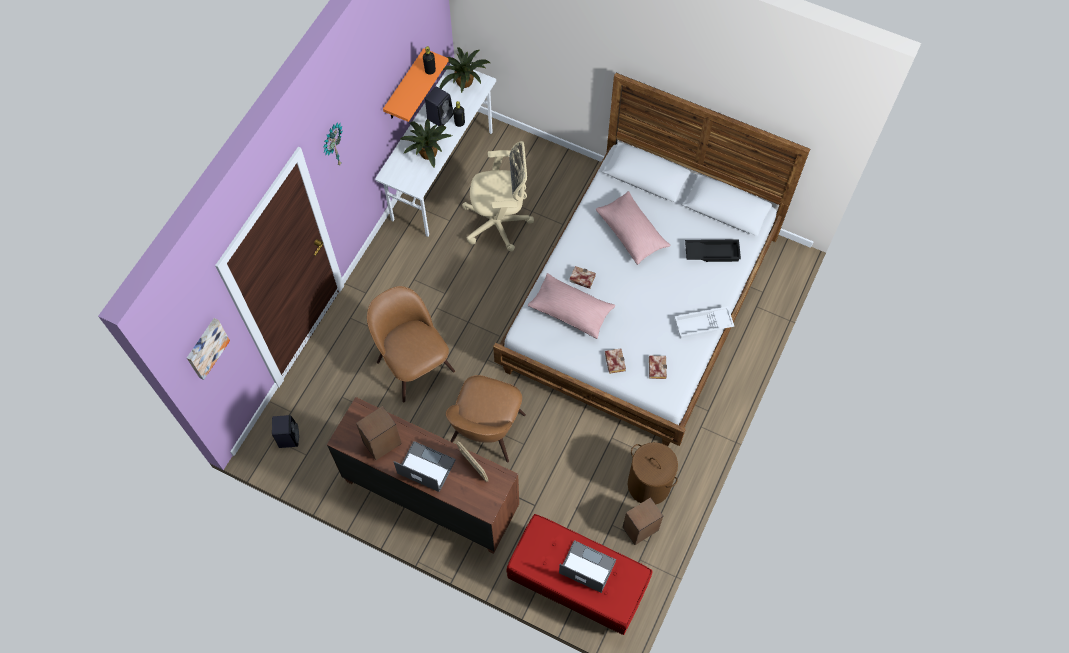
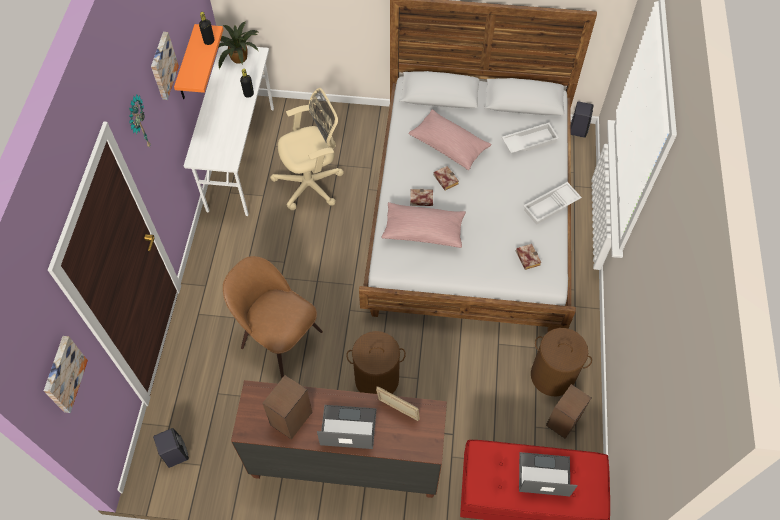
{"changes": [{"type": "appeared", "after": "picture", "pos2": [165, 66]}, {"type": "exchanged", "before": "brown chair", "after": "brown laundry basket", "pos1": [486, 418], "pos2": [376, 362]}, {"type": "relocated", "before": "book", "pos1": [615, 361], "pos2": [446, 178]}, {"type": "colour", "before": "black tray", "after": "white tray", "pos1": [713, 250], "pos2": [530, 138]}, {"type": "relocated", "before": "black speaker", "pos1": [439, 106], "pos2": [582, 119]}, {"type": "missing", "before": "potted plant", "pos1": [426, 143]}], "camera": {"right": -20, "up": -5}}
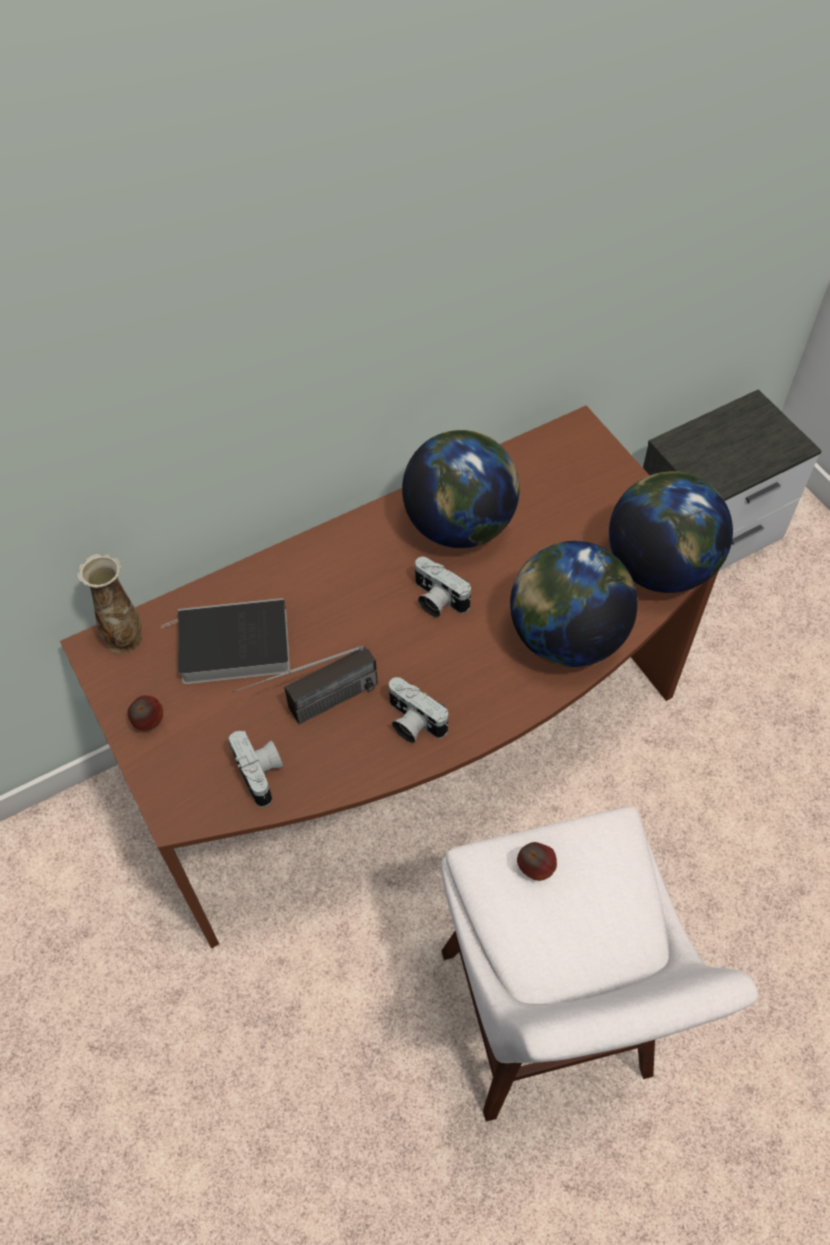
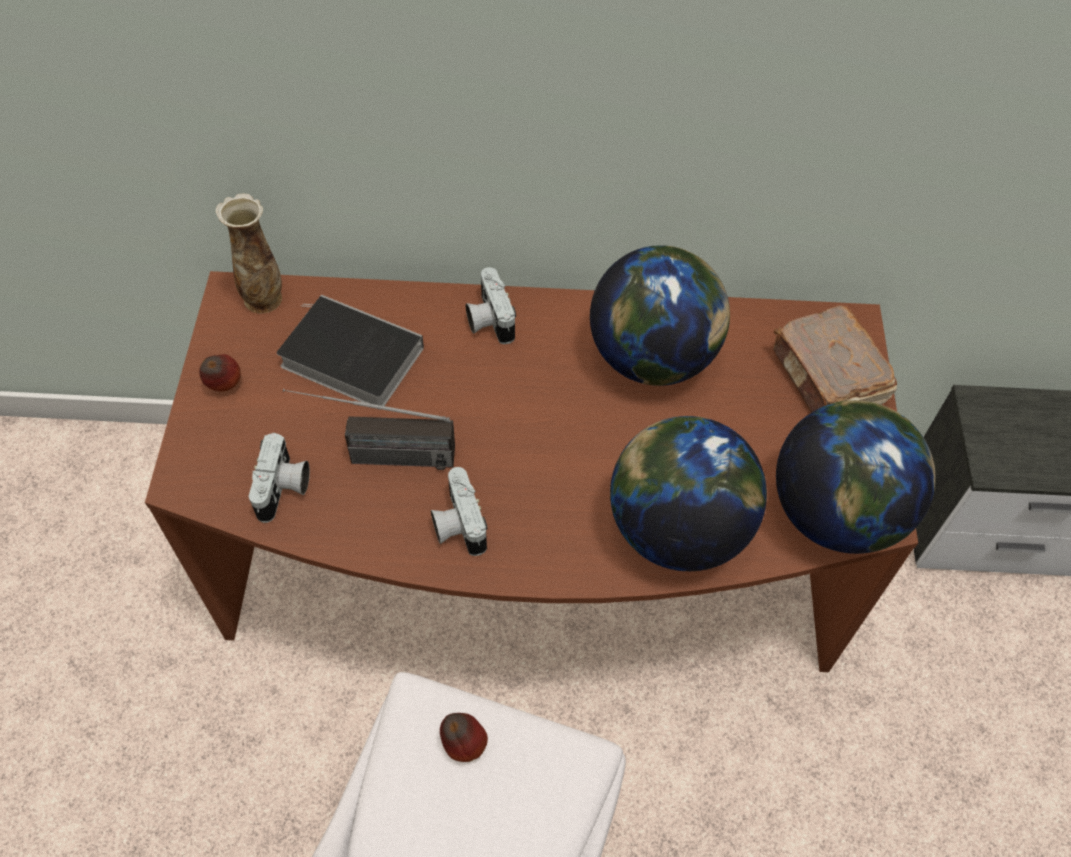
{"changes": [{"type": "relocated", "before": "photo camera", "pos1": [443, 587], "pos2": [491, 305]}, {"type": "appeared", "after": "brown book", "pos2": [835, 358]}], "camera": {"right": 30, "up": 0}}
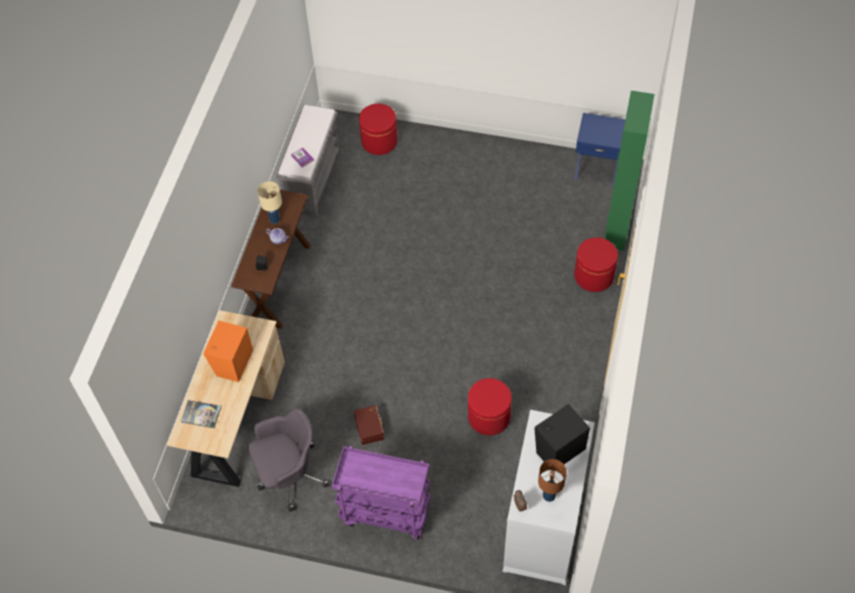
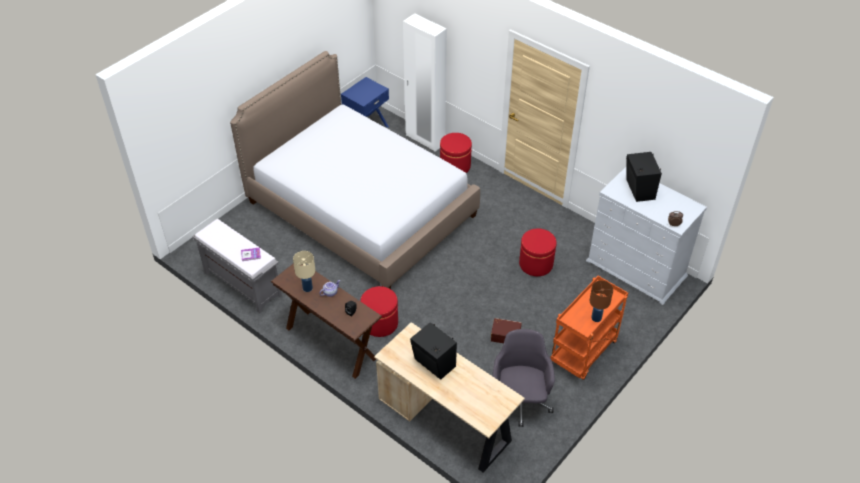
{"changes": [{"type": "appeared", "after": "bed", "pos2": [355, 170]}, {"type": "relocated", "before": "red ottoman", "pos1": [378, 129], "pos2": [379, 311]}, {"type": "colour", "before": "green wardrobe", "after": "white wardrobe", "pos1": [629, 171], "pos2": [425, 82]}, {"type": "colour", "before": "orange speaker", "after": "black speaker", "pos1": [228, 351], "pos2": [433, 351]}, {"type": "colour", "before": "purple cart", "after": "orange cart", "pos1": [381, 493], "pos2": [589, 328]}, {"type": "relocated", "before": "brown table lamp", "pos1": [552, 480], "pos2": [601, 301]}, {"type": "missing", "before": "book", "pos1": [201, 414]}], "camera": {"right": -65, "up": -10}}
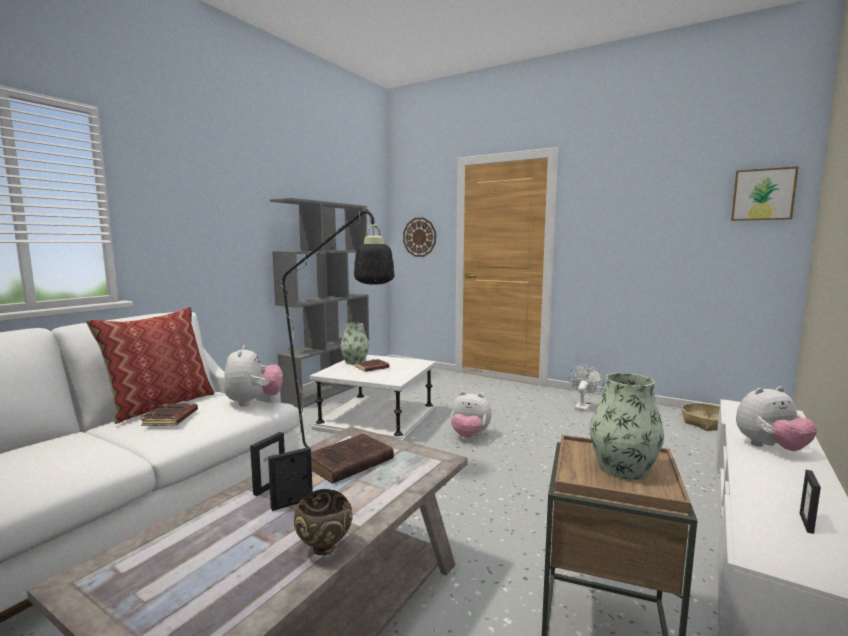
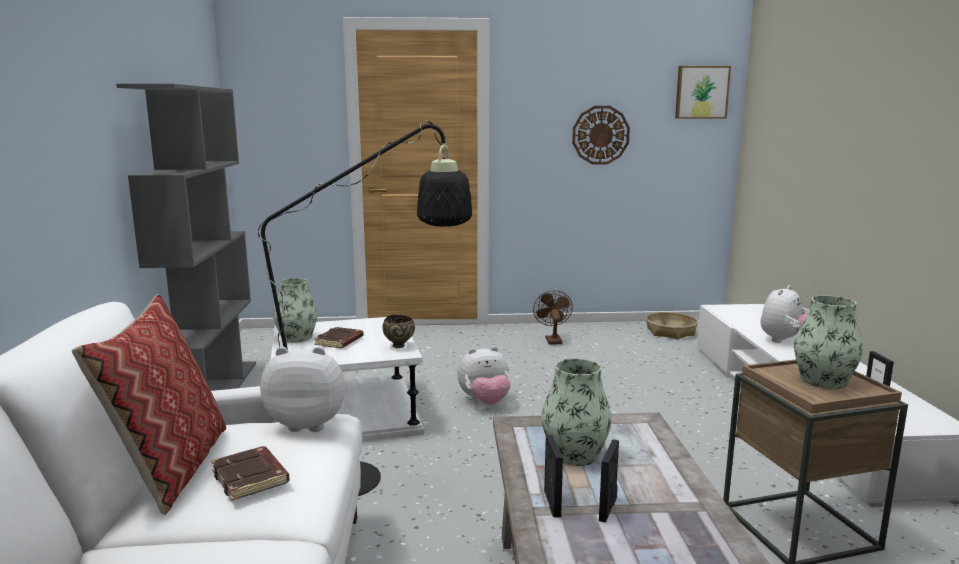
{"changes": [{"type": "spun", "before": "plush toy", "pos1": [253, 375], "pos2": [302, 389], "turn": -45}, {"type": "relocated", "before": "brown bowl", "pos1": [323, 522], "pos2": [398, 331]}, {"type": "colour", "before": "white fan", "after": "brown fan", "pos1": [586, 388], "pos2": [553, 317]}, {"type": "exchanged", "before": "brown book", "after": "vase", "pos1": [352, 459], "pos2": [576, 412]}, {"type": "relocated", "before": "wall clock", "pos1": [419, 237], "pos2": [601, 135]}], "camera": {"right": -35, "up": 5}}
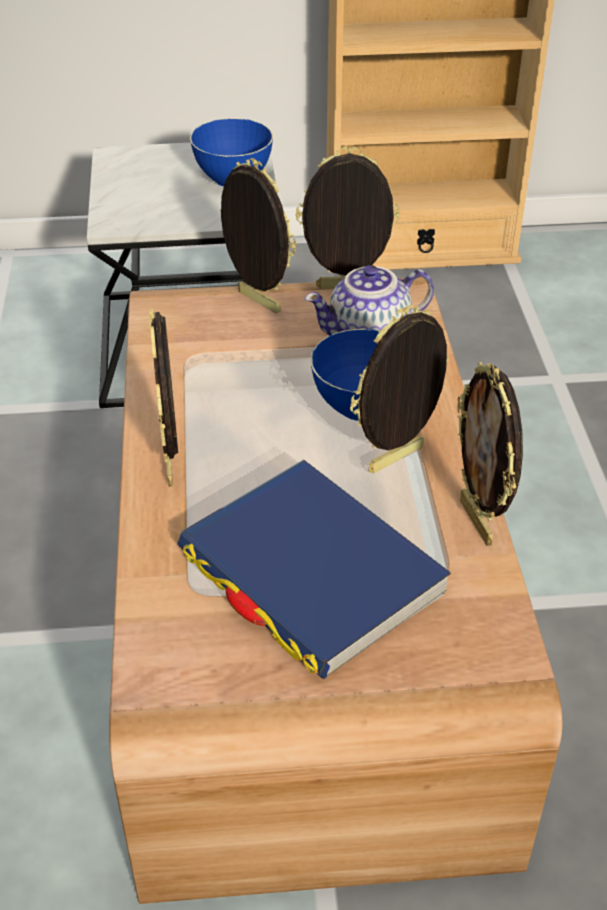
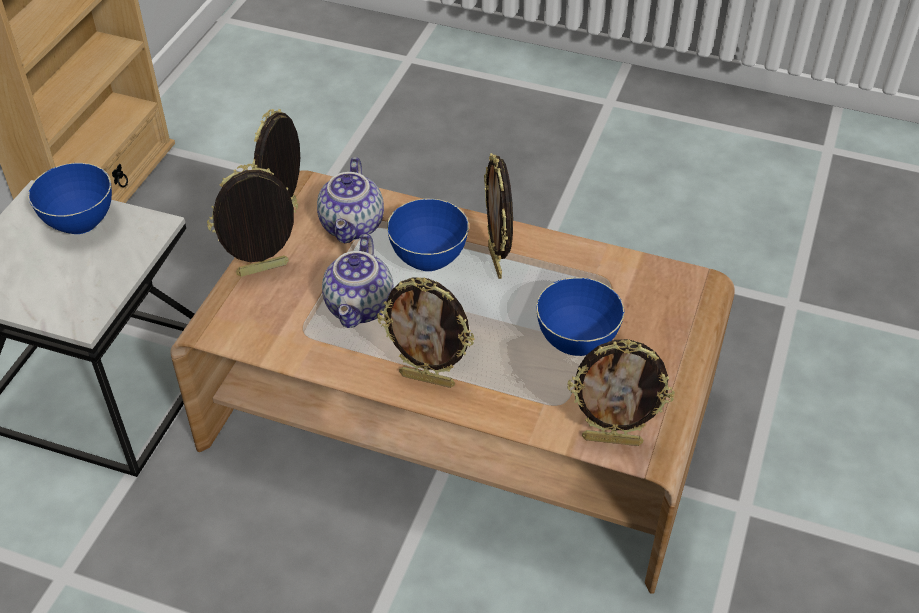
{"changes": [{"type": "appeared", "after": "teapot", "pos2": [358, 281]}, {"type": "exchanged", "before": "blue book", "after": "blue bowl", "pos1": [314, 569], "pos2": [580, 316]}, {"type": "relocated", "before": "picture frame", "pos1": [490, 454], "pos2": [621, 392]}], "camera": {"right": -65, "up": 5}}
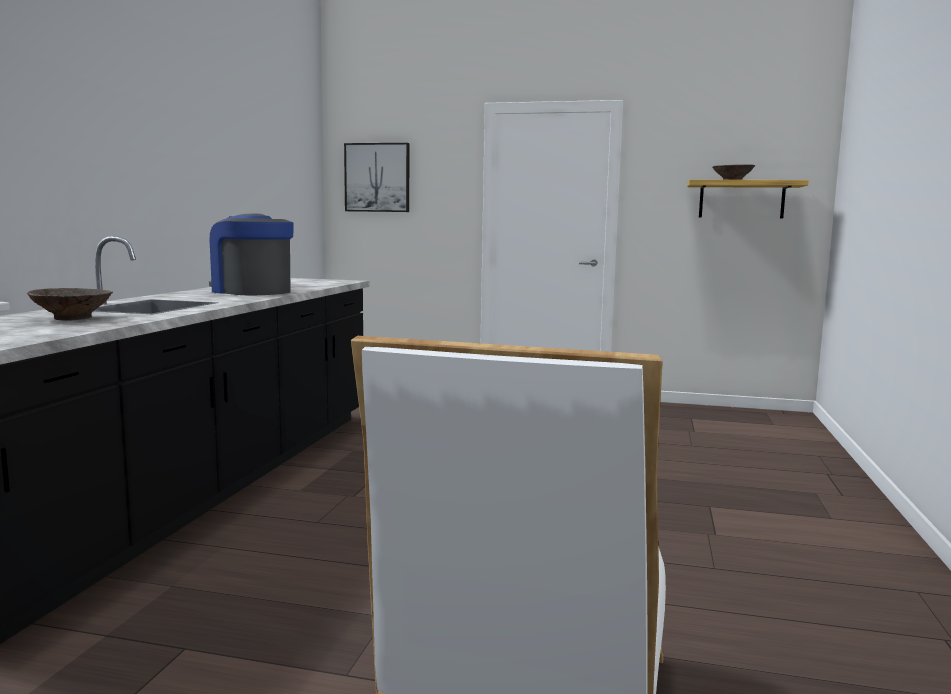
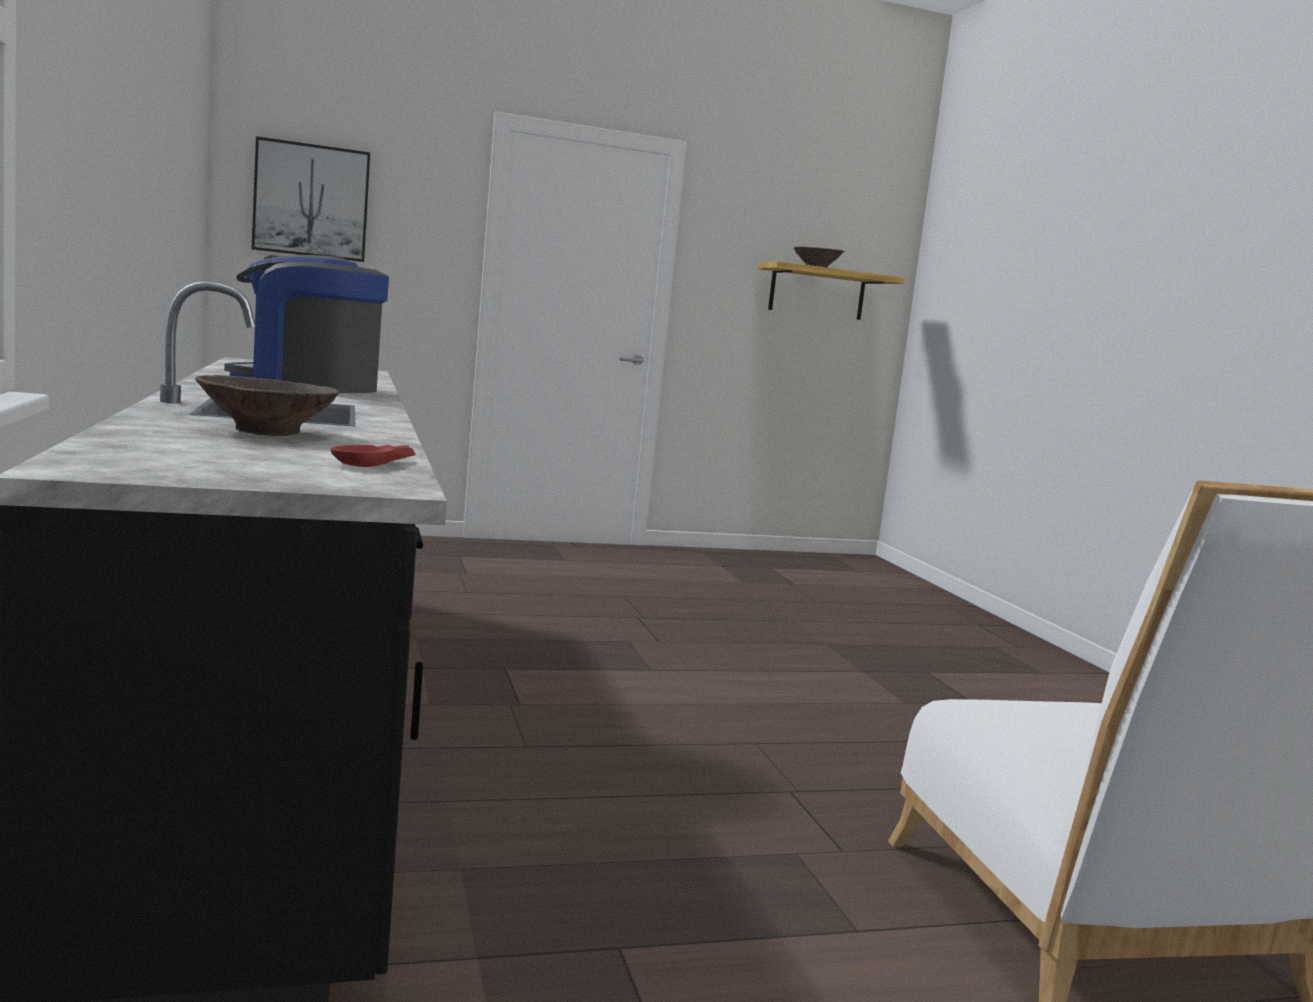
{"changes": [{"type": "appeared", "after": "red bowl", "pos2": [373, 456]}], "camera": {"right": -30, "up": 0}}
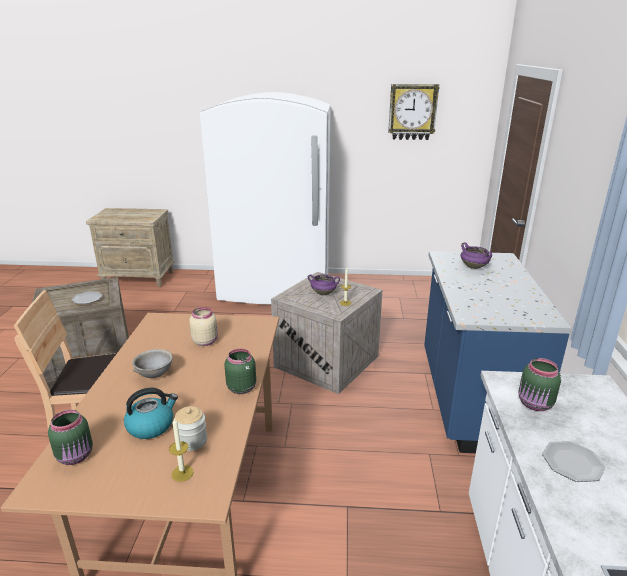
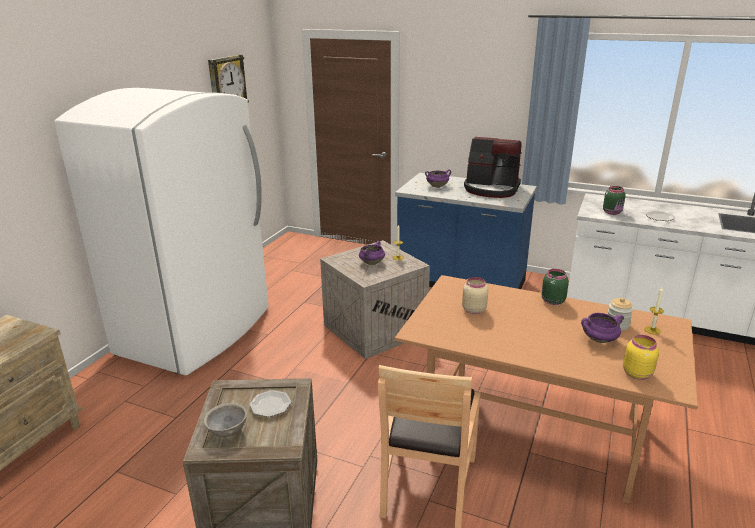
{"changes": [{"type": "relocated", "before": "grey bowl", "pos1": [152, 363], "pos2": [225, 420]}, {"type": "appeared", "after": "coffee machine", "pos2": [493, 167]}, {"type": "exchanged", "before": "kettle", "after": "purple cooking pot", "pos1": [151, 413], "pos2": [602, 328]}, {"type": "colour", "before": "green jar", "after": "yellow jar", "pos1": [70, 437], "pos2": [641, 357]}], "camera": {"right": -70, "up": 0}}
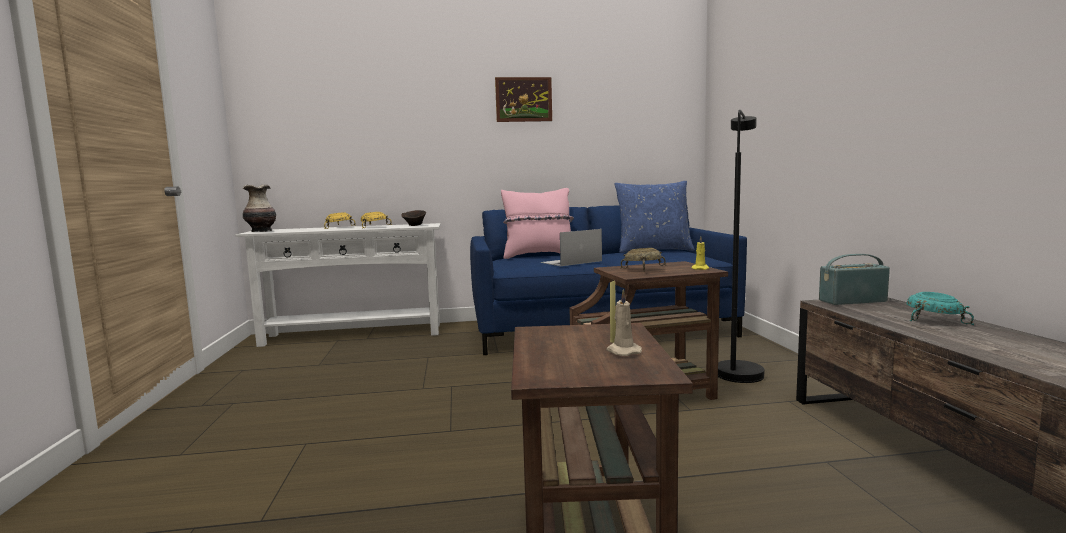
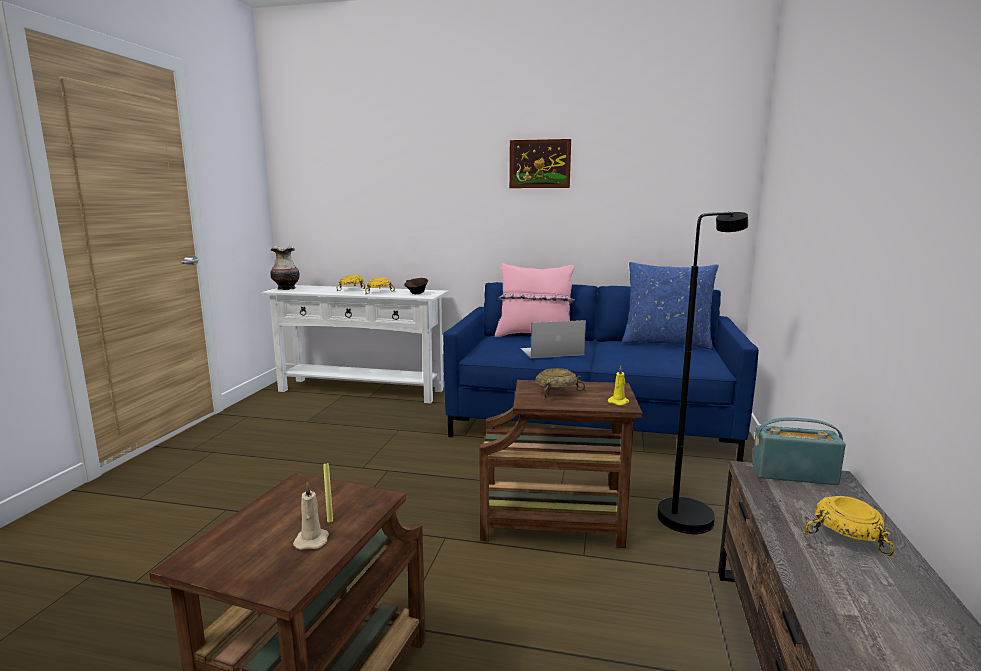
{"changes": [{"type": "colour", "before": "turquoise bowl", "after": "yellow bowl", "pos1": [940, 308], "pos2": [849, 527]}], "camera": {"right": 20, "up": 5}}
